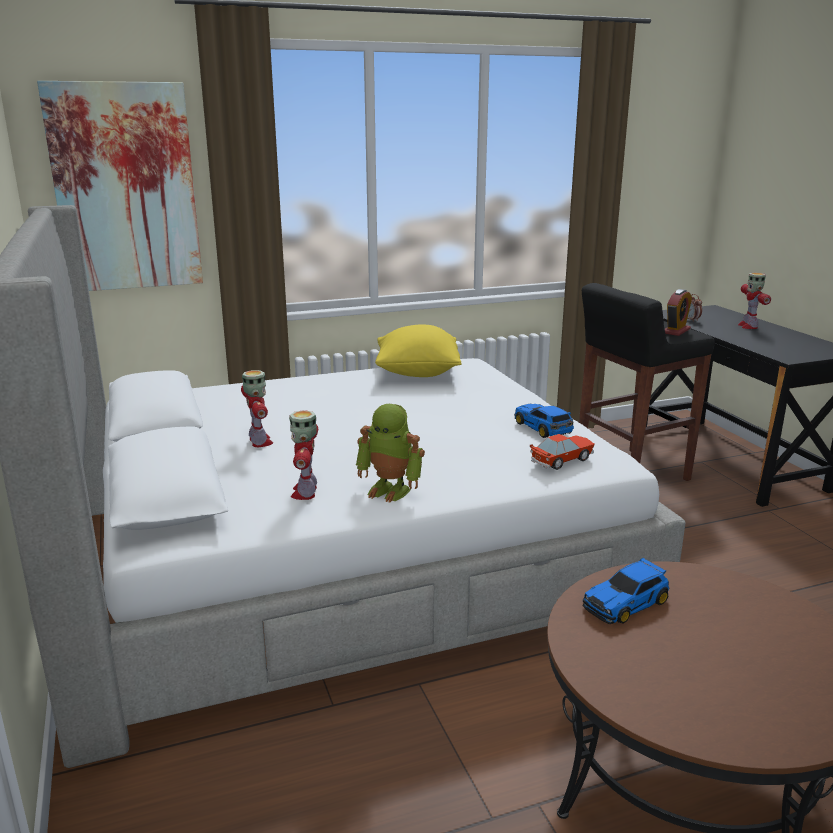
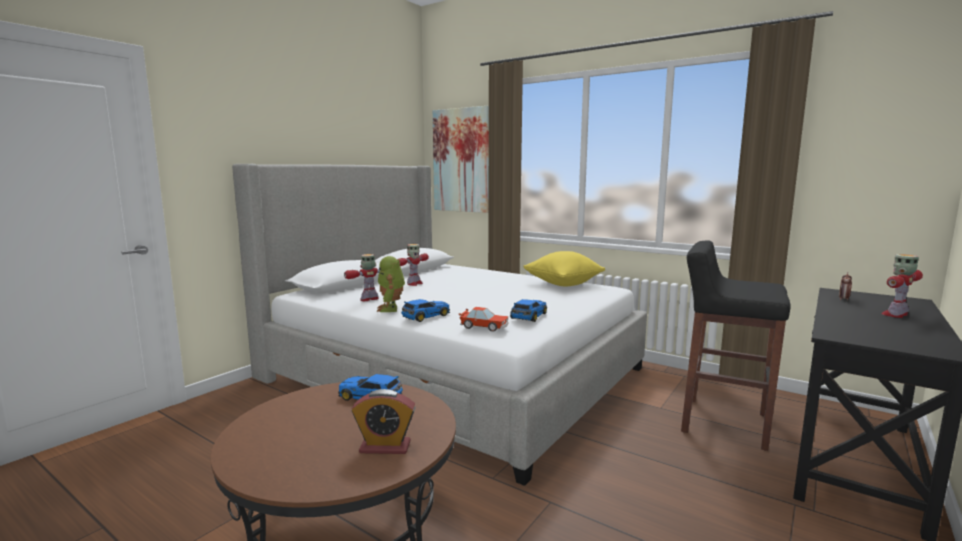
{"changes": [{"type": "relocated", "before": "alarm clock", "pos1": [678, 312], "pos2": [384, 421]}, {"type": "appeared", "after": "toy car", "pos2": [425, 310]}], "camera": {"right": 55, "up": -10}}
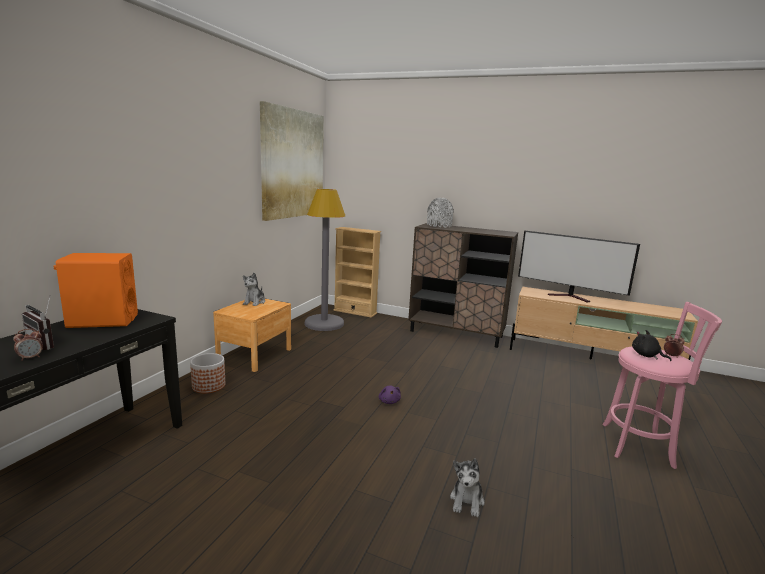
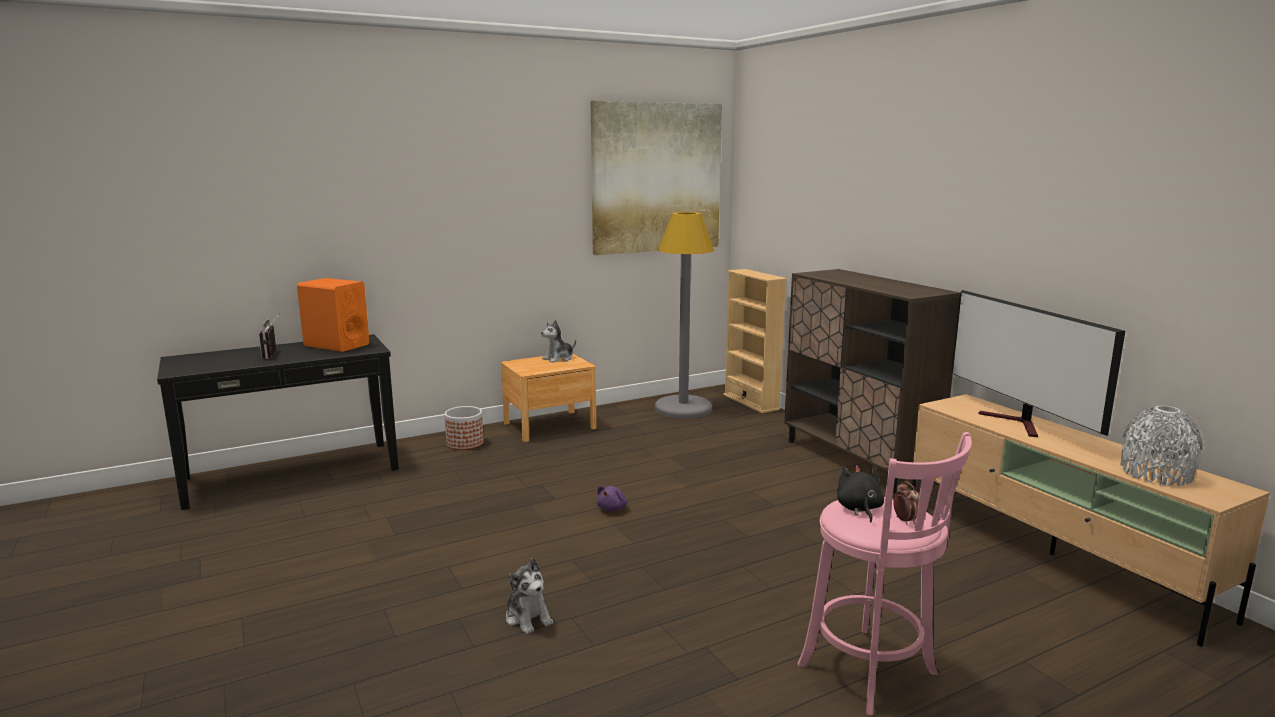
{"changes": [{"type": "spun", "before": "plush toy", "pos1": [467, 487], "pos2": [529, 596], "turn": -90}, {"type": "relocated", "before": "grey vase", "pos1": [440, 213], "pos2": [1161, 446]}, {"type": "missing", "before": "alarm clock", "pos1": [28, 345]}], "camera": {"right": 40, "up": 0}}
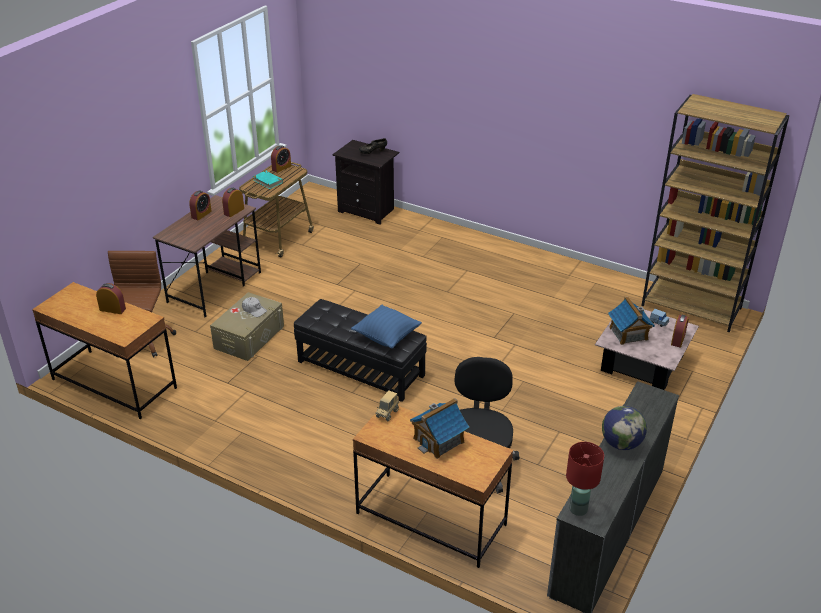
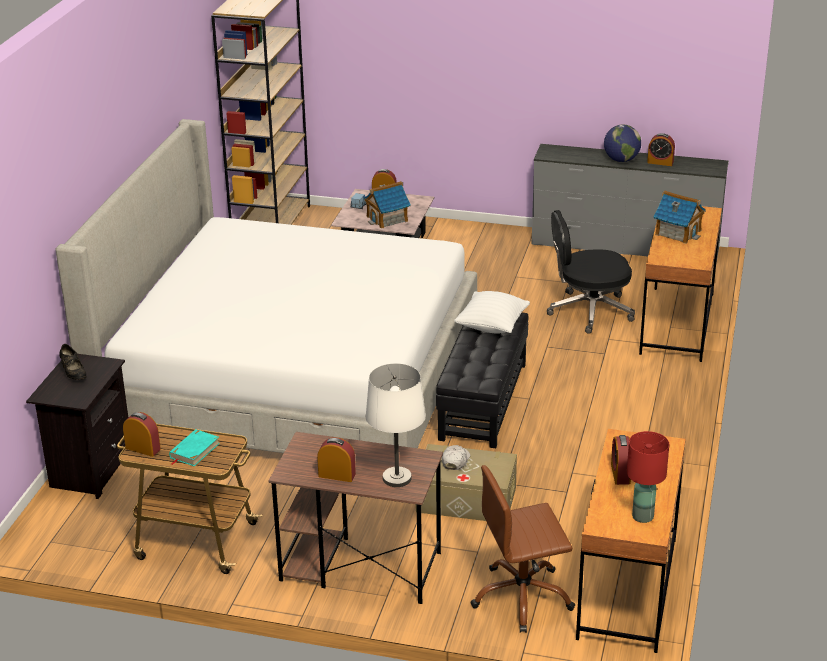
{"changes": [{"type": "appeared", "after": "bed", "pos2": [266, 286]}, {"type": "appeared", "after": "white table lamp", "pos2": [396, 425]}, {"type": "colour", "before": "blue pillow", "after": "white pillow", "pos1": [386, 327], "pos2": [492, 312]}, {"type": "relocated", "before": "red table lamp", "pos1": [585, 479], "pos2": [648, 477]}, {"type": "relocated", "before": "alarm clock", "pos1": [233, 202], "pos2": [661, 149]}, {"type": "missing", "before": "toy truck", "pos1": [387, 405]}], "camera": {"right": -105, "up": -5}}
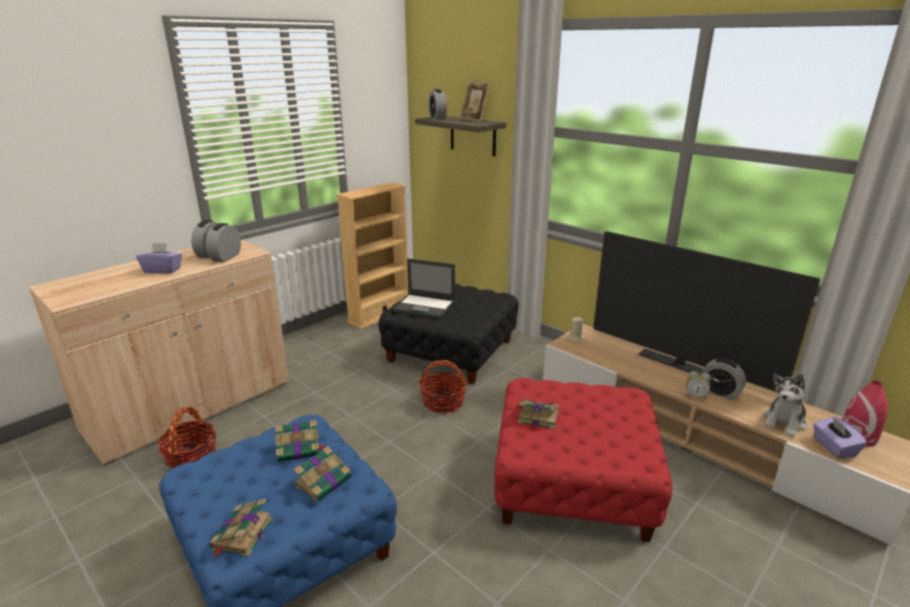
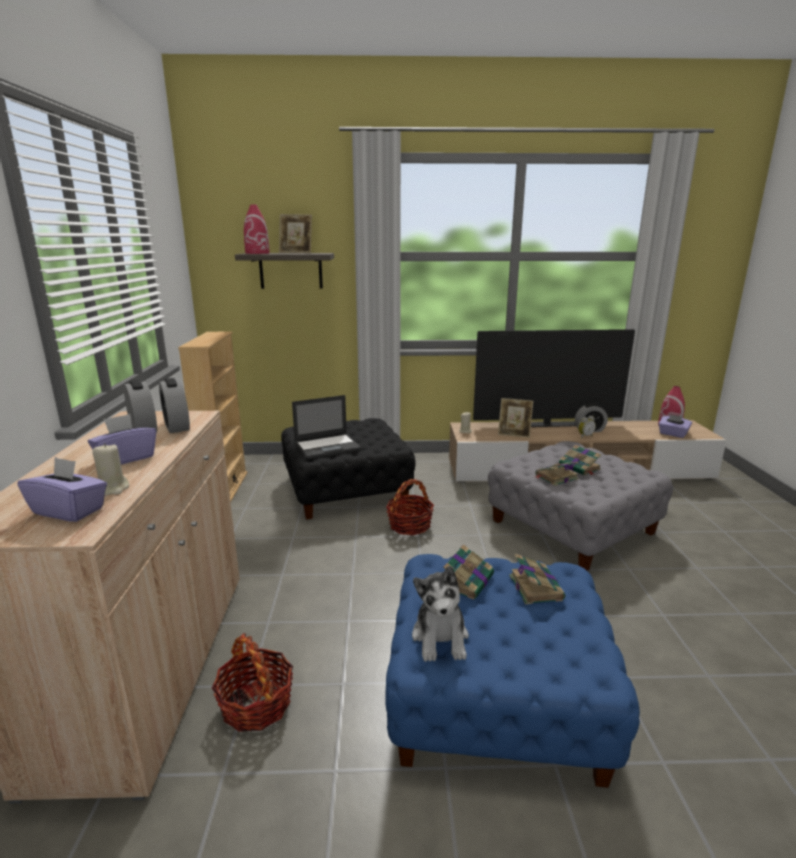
{"changes": [{"type": "appeared", "after": "purple tissue box", "pos2": [62, 489]}, {"type": "appeared", "after": "beige candle", "pos2": [110, 469]}, {"type": "exchanged", "before": "alarm clock", "after": "red vase", "pos1": [438, 104], "pos2": [257, 229]}, {"type": "relocated", "before": "plush toy", "pos1": [785, 405], "pos2": [440, 614]}, {"type": "colour", "before": "red ottoman", "after": "grey ottoman", "pos1": [583, 460], "pos2": [580, 506]}, {"type": "appeared", "after": "picture frame", "pos2": [515, 418]}, {"type": "relocated", "before": "book", "pos1": [241, 528], "pos2": [580, 460]}], "camera": {"right": -45, "up": -5}}
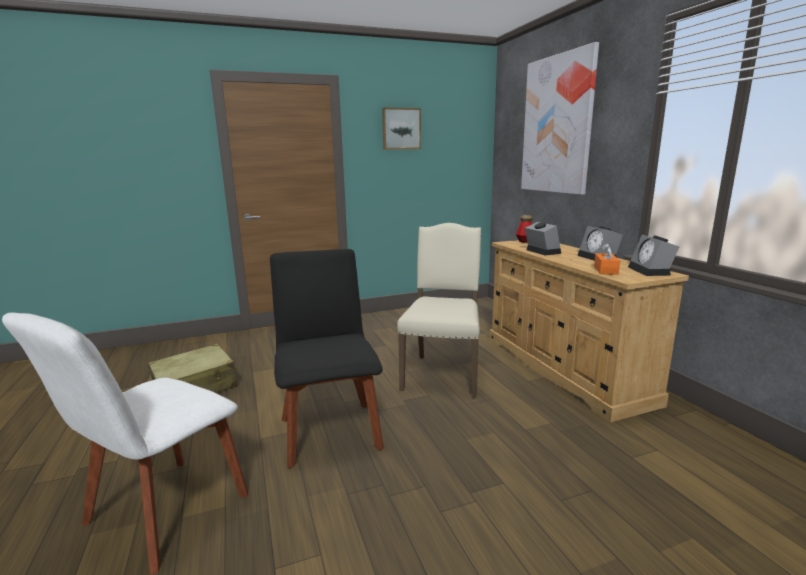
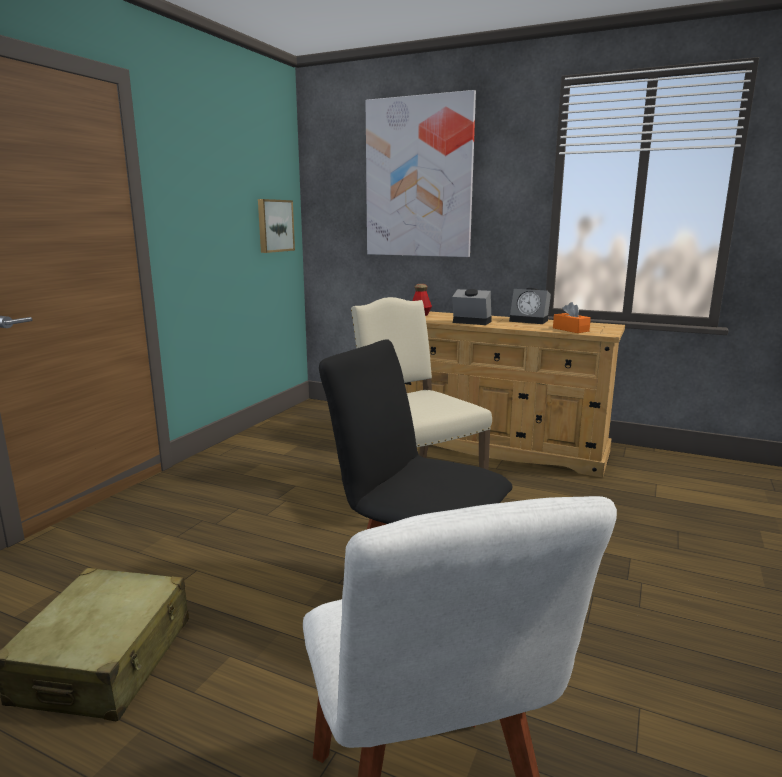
{"changes": [{"type": "relocated", "before": "picture", "pos1": [401, 128], "pos2": [276, 226]}, {"type": "missing", "before": "alarm clock", "pos1": [653, 255]}], "camera": {"right": -45, "up": 0}}
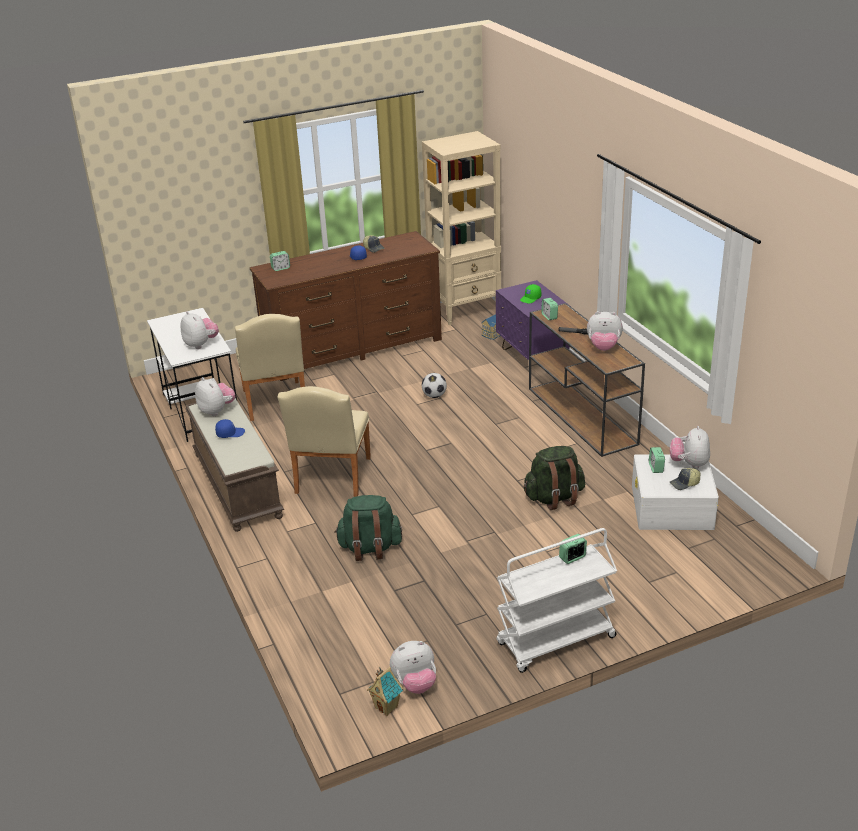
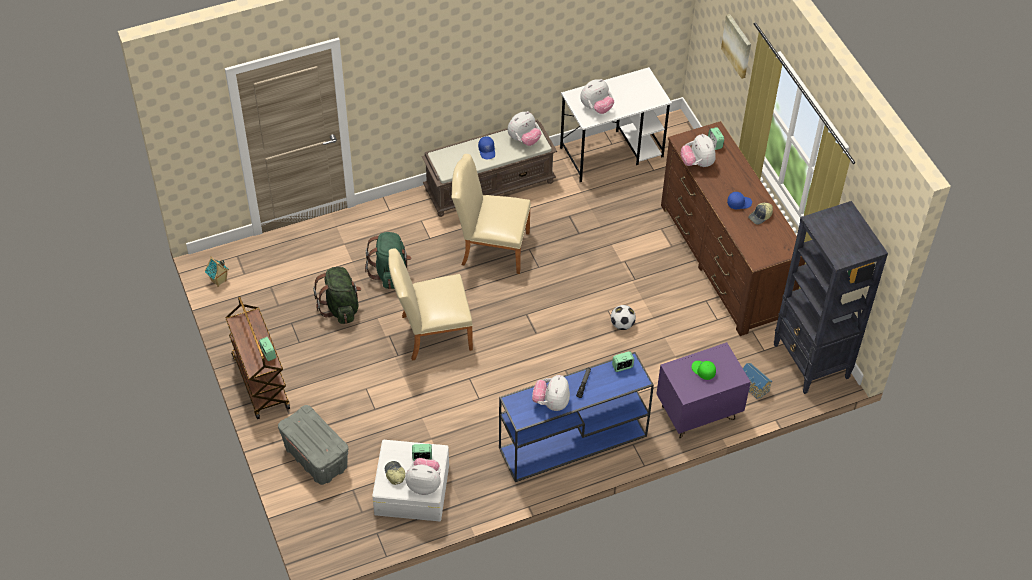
{"changes": [{"type": "colour", "before": "white cart", "after": "brown cart", "pos1": [556, 600], "pos2": [257, 357]}, {"type": "appeared", "after": "grey storage box", "pos2": [313, 445]}, {"type": "relocated", "before": "green backpack", "pos1": [554, 478], "pos2": [337, 295]}, {"type": "relocated", "before": "beige chair", "pos1": [270, 367], "pos2": [430, 304]}, {"type": "colour", "before": "brown console table", "after": "blue console table", "pos1": [587, 380], "pos2": [576, 417]}, {"type": "relocated", "before": "plush toy", "pos1": [413, 667], "pos2": [698, 150]}, {"type": "appeared", "after": "picture", "pos2": [736, 46]}, {"type": "colour", "before": "beige bookcase", "after": "black bookcase", "pos1": [461, 228], "pos2": [831, 297]}], "camera": {"right": 90, "up": 20}}
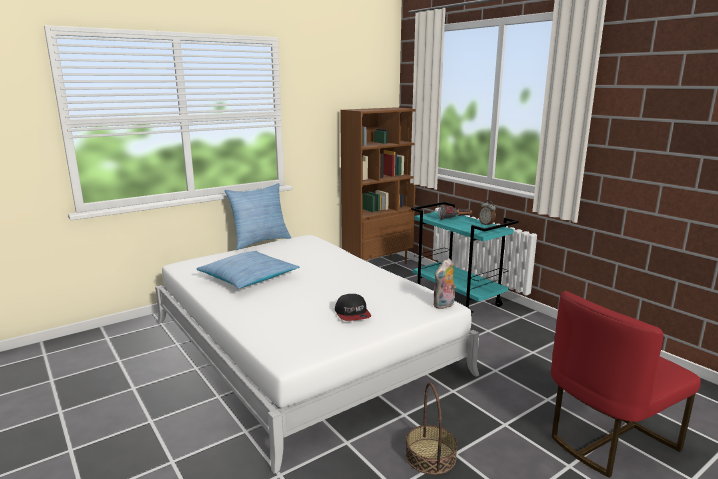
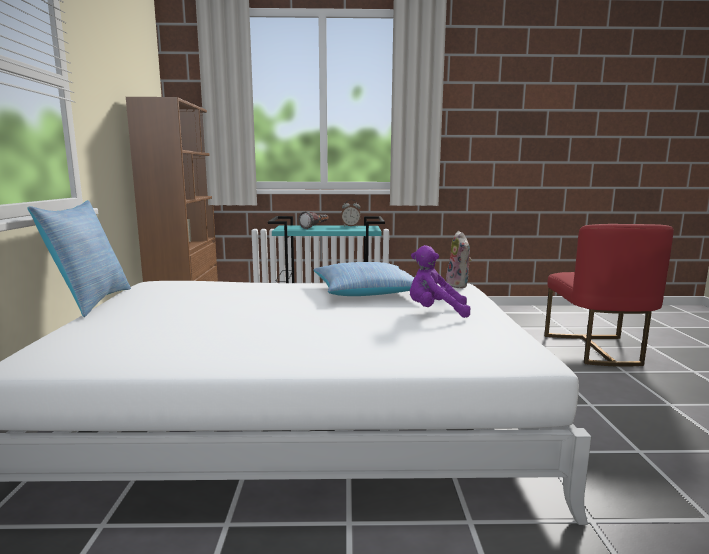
{"changes": [{"type": "relocated", "before": "pillow", "pos1": [248, 270], "pos2": [364, 279]}, {"type": "exchanged", "before": "cap", "after": "purple plush toy", "pos1": [353, 307], "pos2": [440, 281]}, {"type": "missing", "before": "basket", "pos1": [431, 428]}], "camera": {"right": -55, "up": -5}}
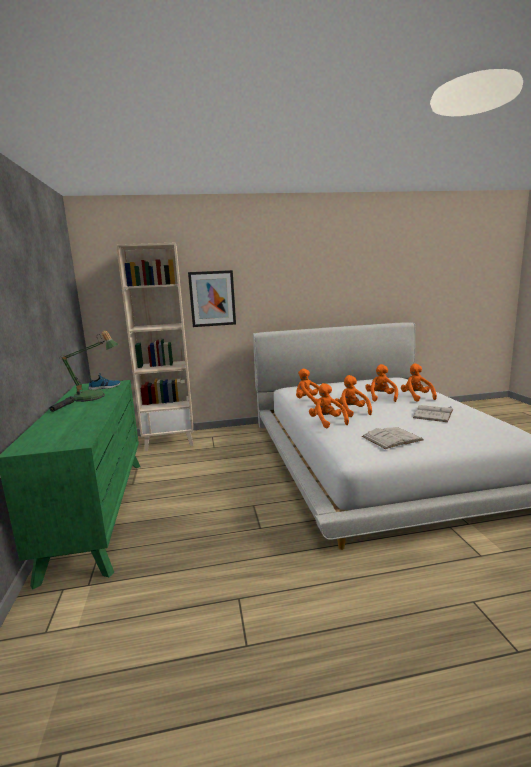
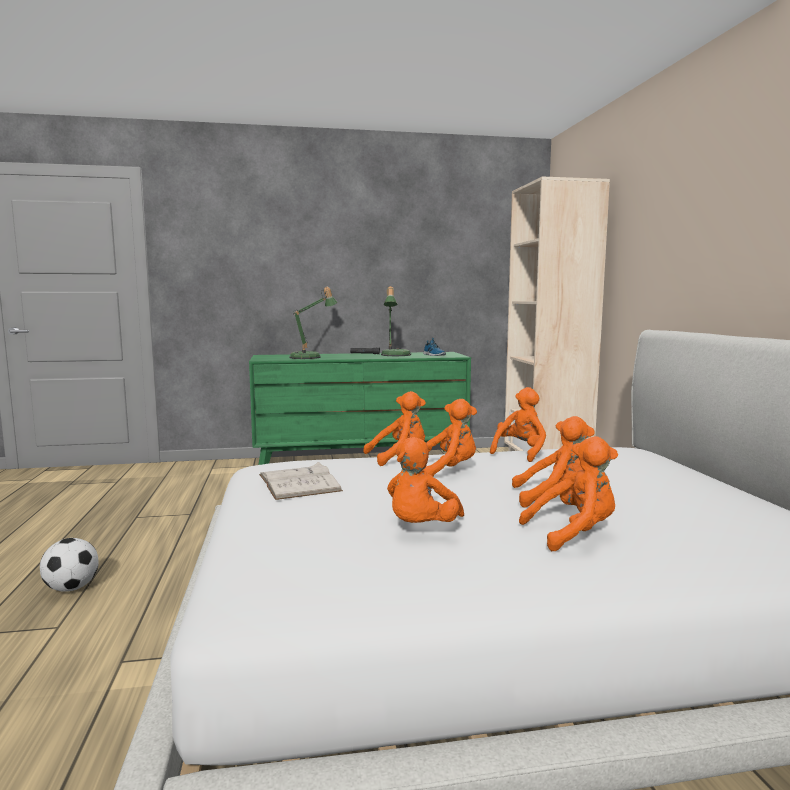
{"changes": [{"type": "appeared", "after": "football", "pos2": [69, 565]}, {"type": "appeared", "after": "table lamp", "pos2": [314, 323]}, {"type": "exchanged", "before": "white book", "after": "orange plush toy", "pos1": [433, 413], "pos2": [425, 480]}, {"type": "missing", "before": "picture", "pos1": [212, 298]}], "camera": {"right": 90, "up": -5}}
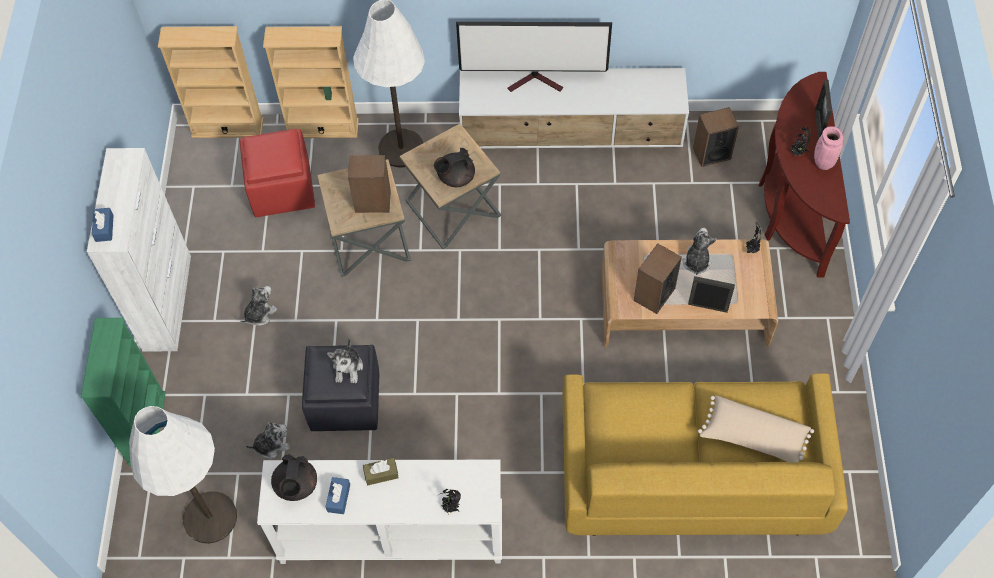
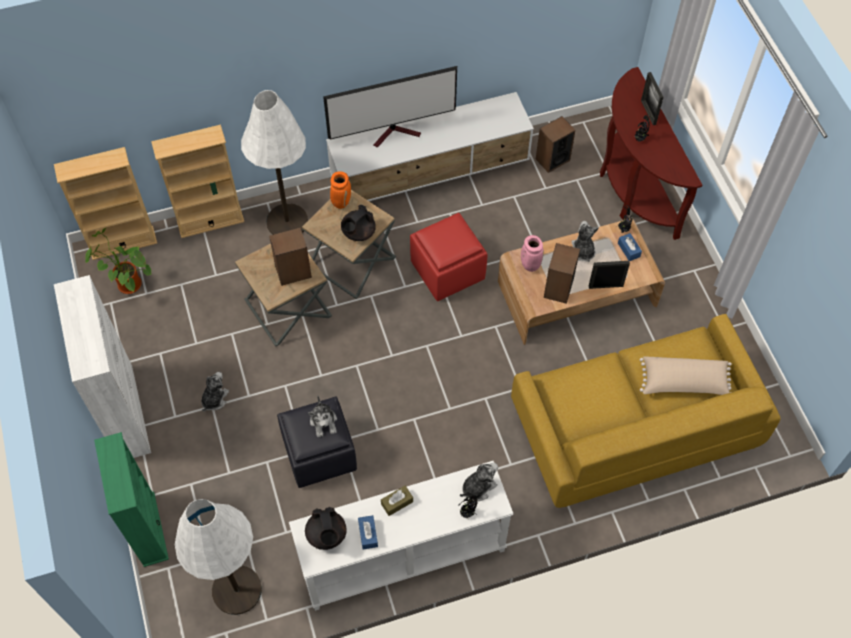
{"changes": [{"type": "appeared", "after": "potted plant", "pos2": [119, 261]}, {"type": "appeared", "after": "orange vase", "pos2": [340, 190]}, {"type": "relocated", "before": "red ottoman", "pos1": [277, 173], "pos2": [449, 257]}, {"type": "relocated", "before": "plush toy", "pos1": [268, 440], "pos2": [479, 482]}, {"type": "relocated", "before": "pink vase", "pos1": [828, 148], "pos2": [532, 253]}, {"type": "relocated", "before": "blue tissue box", "pos1": [103, 225], "pos2": [630, 247]}], "camera": {"right": -20, "up": 0}}
